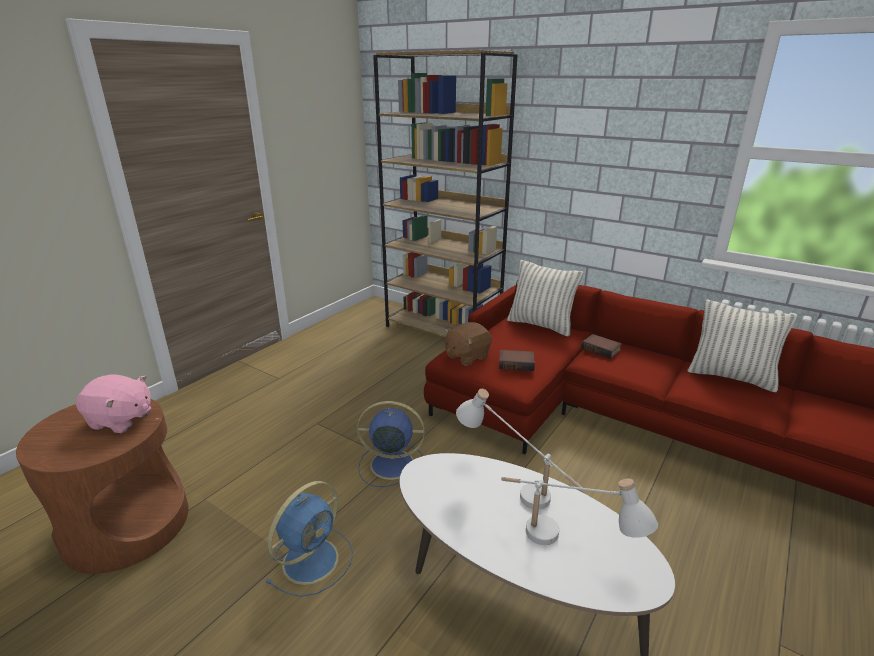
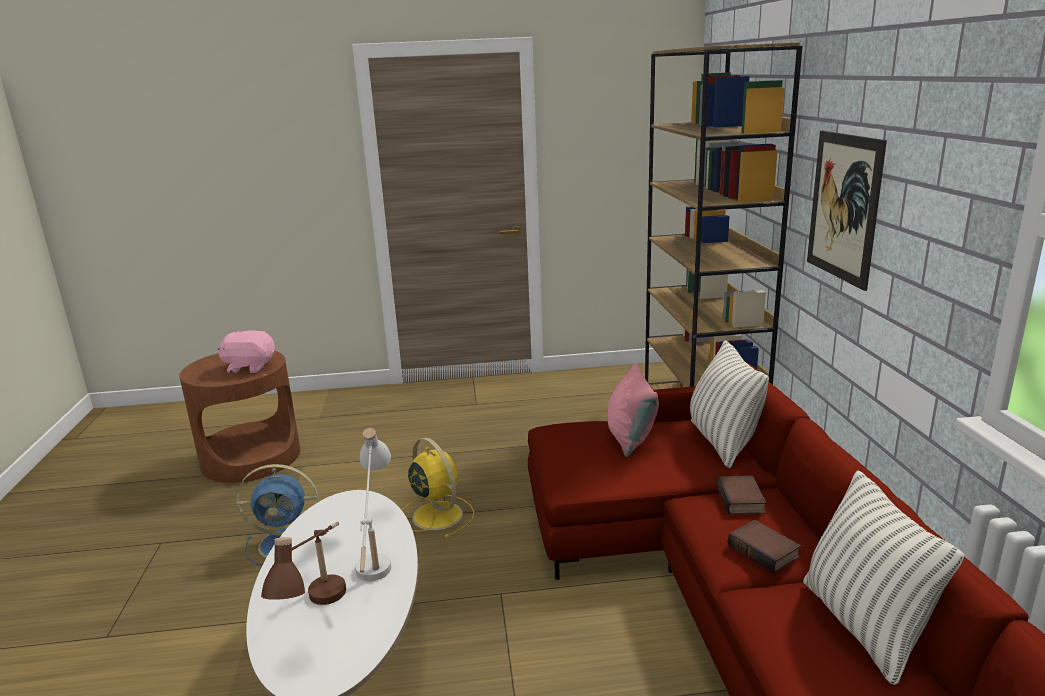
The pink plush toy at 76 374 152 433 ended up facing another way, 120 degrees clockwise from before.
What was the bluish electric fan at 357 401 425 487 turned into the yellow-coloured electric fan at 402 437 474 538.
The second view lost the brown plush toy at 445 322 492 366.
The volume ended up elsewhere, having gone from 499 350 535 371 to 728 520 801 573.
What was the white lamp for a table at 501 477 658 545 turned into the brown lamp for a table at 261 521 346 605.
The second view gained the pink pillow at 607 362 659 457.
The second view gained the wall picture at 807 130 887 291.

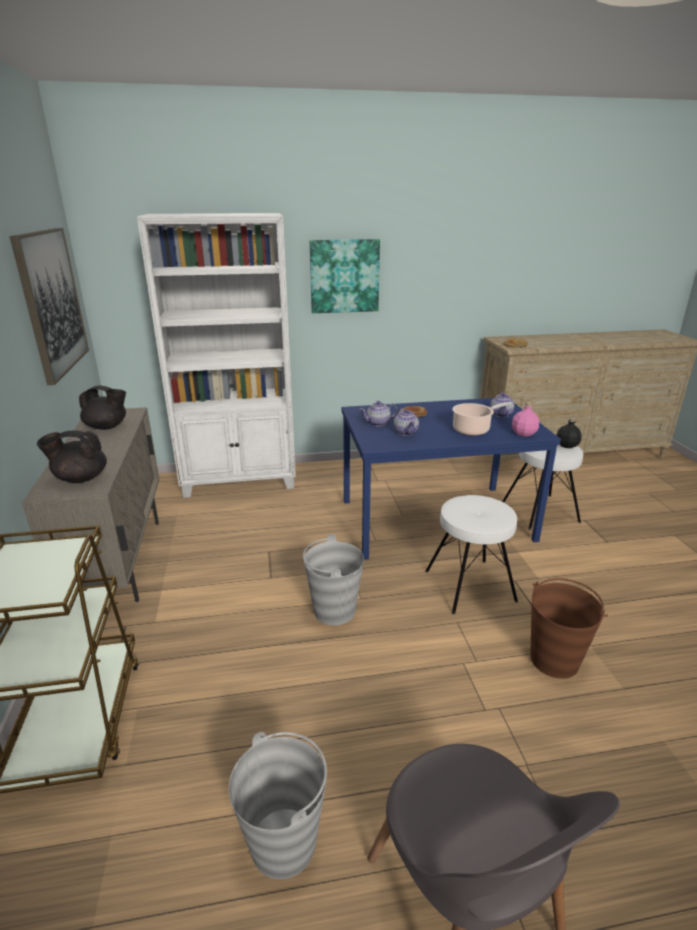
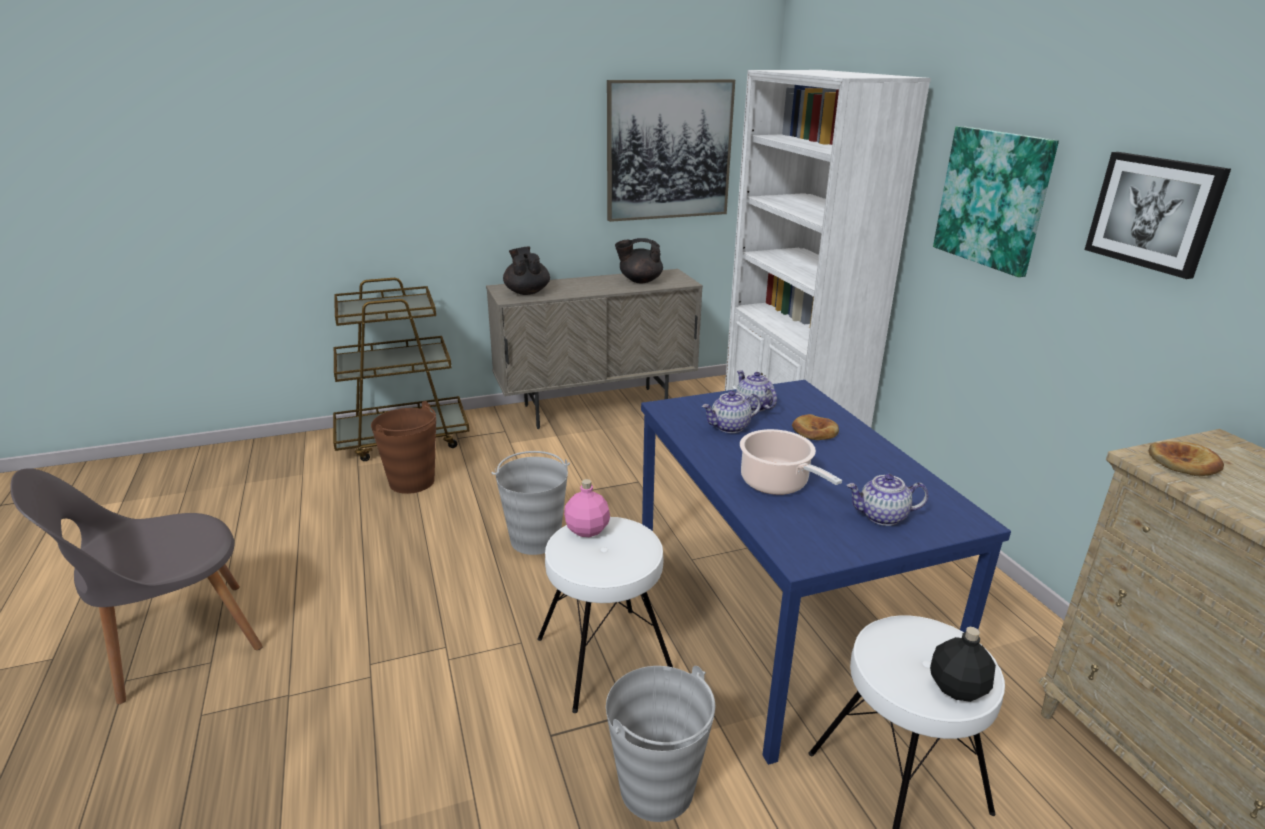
The black teapot at 79 385 126 430 ended up facing another way, 90 degrees clockwise from before.
The greyish water bucket ended up elsewhere, having gone from 229 732 327 880 to 606 666 715 822.
The pink bottle ended up elsewhere, having gone from 512 402 539 437 to 564 479 610 537.
The brown water bucket ended up elsewhere, having gone from 530 578 608 679 to 371 401 436 494.
The second view gained the wall picture at 1085 152 1231 279.

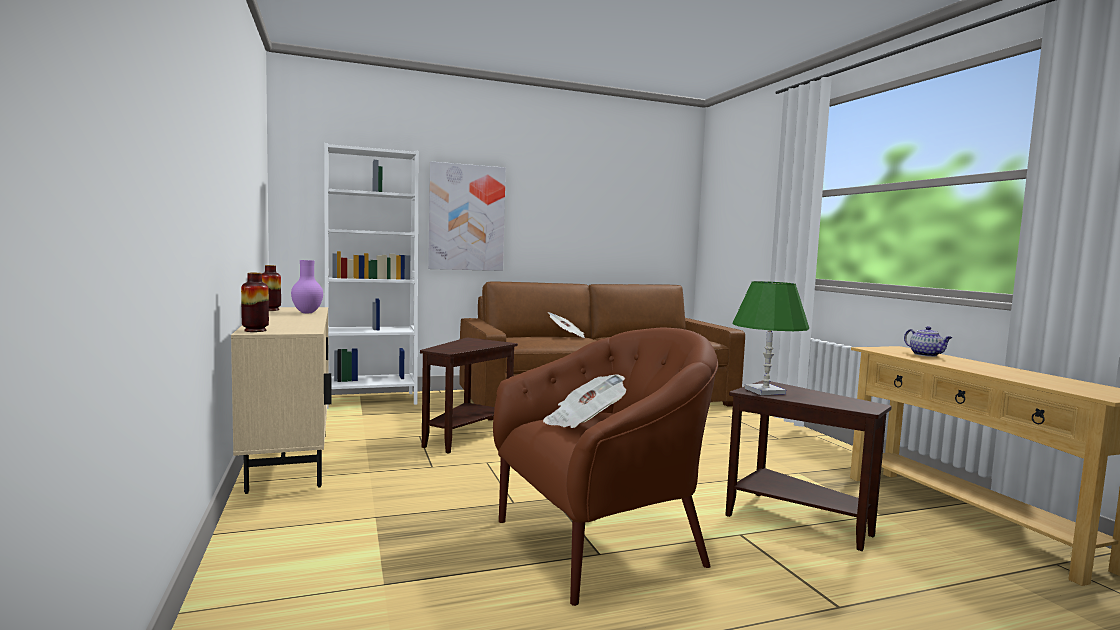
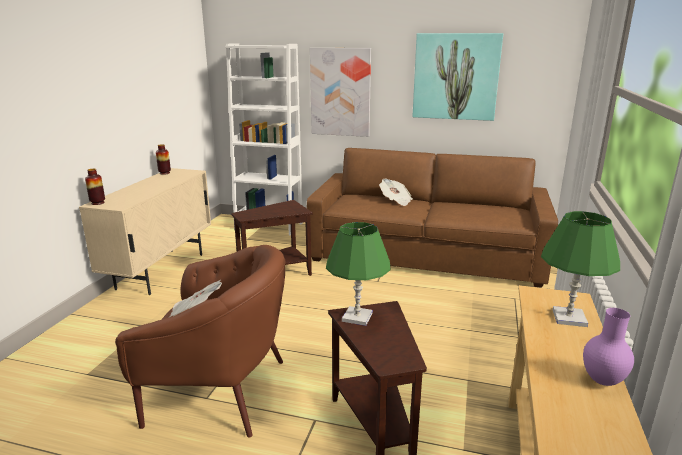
The purple vase ended up elsewhere, having gone from 291 260 323 313 to 583 308 634 386.
Where the teapot stood at 904 326 952 357, the green-coloured lamp for a table came to stand at 541 211 620 327.
The second view gained the wall picture at 413 33 503 121.

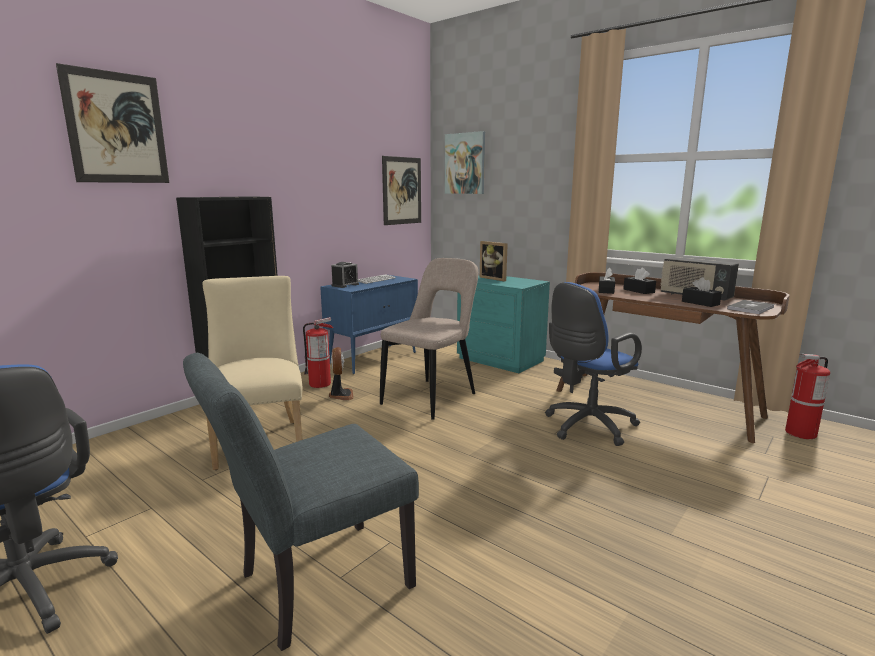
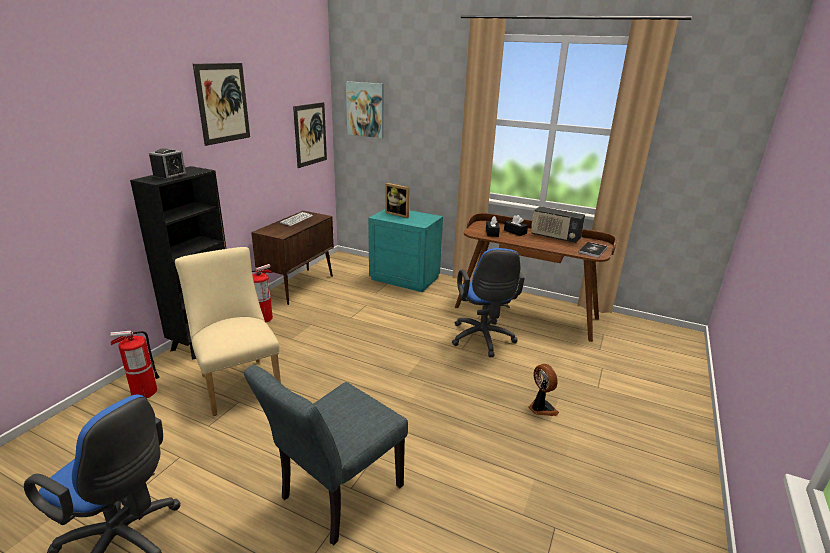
The wall picture ended up elsewhere, having gone from 56 63 169 183 to 193 63 250 146.
What was the bluish cabinet at 320 275 418 374 turned into the brown cabinet at 251 211 334 305.
The electric fan ended up elsewhere, having gone from 329 347 353 400 to 528 364 559 416.
The alarm clock ended up elsewhere, having gone from 331 262 359 288 to 149 148 187 181.
The second view lost the beige plain chair at 380 258 478 419.
The bluish computer chair at 545 282 642 446 ended up facing another way, 45 degrees counterclockwise from before.
The second view lost the black tissue holder at 682 277 722 307.
The fire-fighting cylinder ended up elsewhere, having gone from 785 354 830 439 to 110 331 160 398.

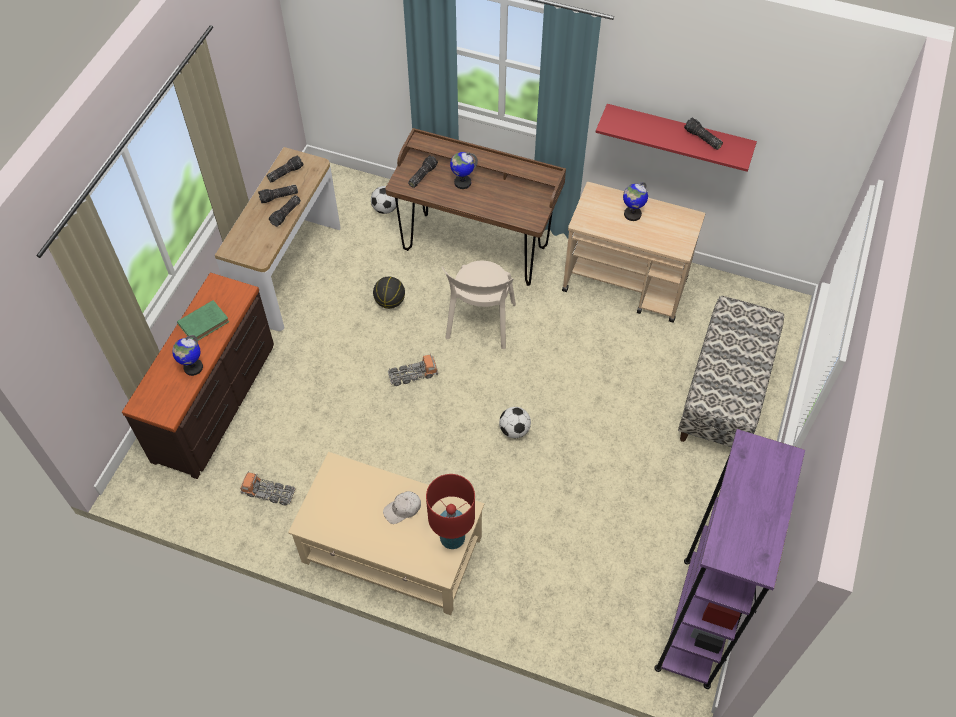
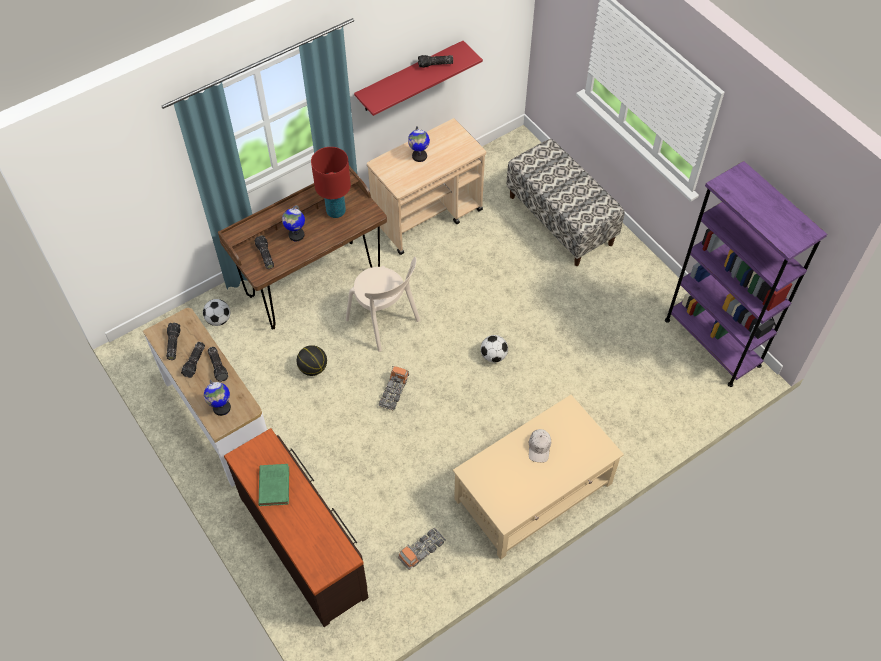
The desk globe ended up elsewhere, having gone from 172 335 203 376 to 204 379 231 416.
The reddish lamp for a table ended up elsewhere, having gone from 426 474 475 549 to 311 147 351 218.

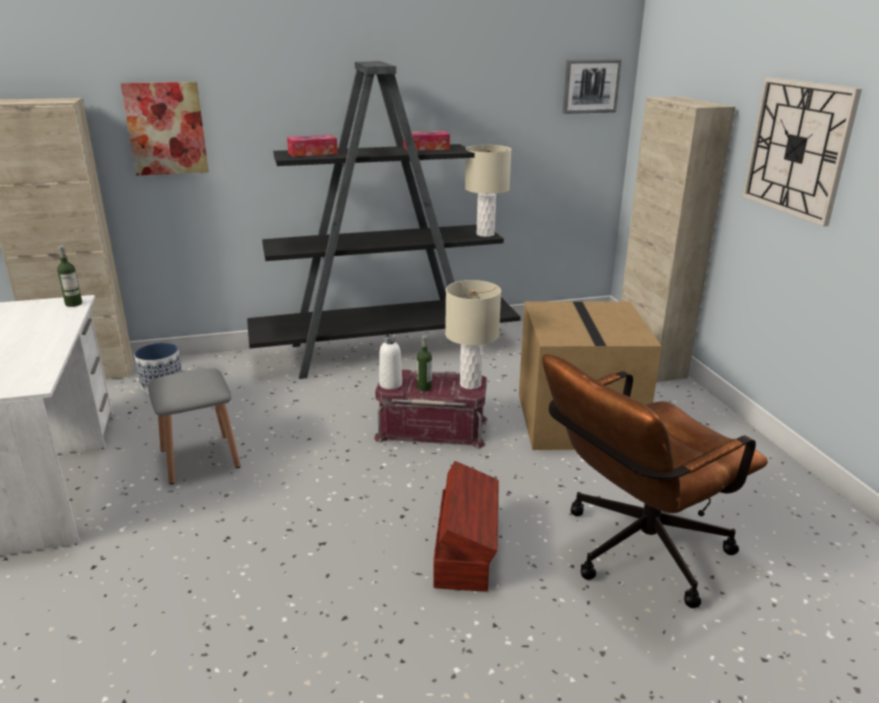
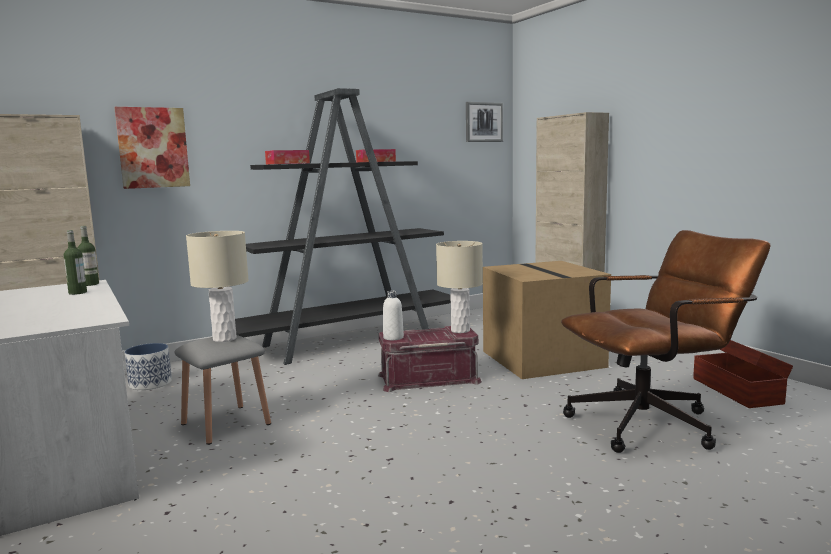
The bottle ended up elsewhere, having gone from 417 335 432 391 to 64 230 87 295.
The brown storage bin ended up elsewhere, having gone from 433 461 499 592 to 693 340 793 408.
The beige lamp for a table ended up elsewhere, having gone from 465 145 511 237 to 186 231 249 342.
The brown computer chair at 542 354 768 608 ended up facing another way, 150 degrees counterclockwise from before.
The second view lost the clock on the wall at 742 77 862 226.

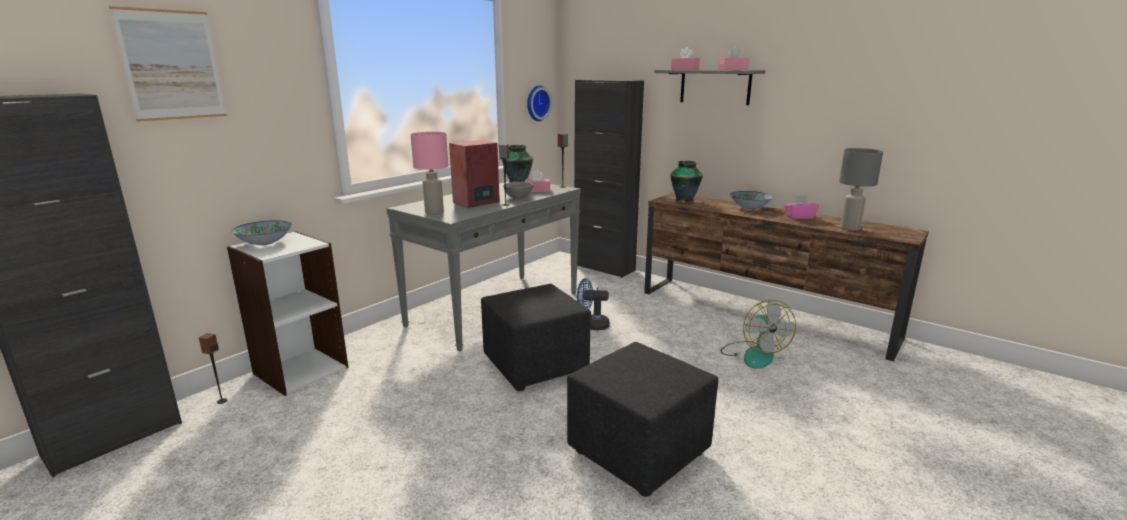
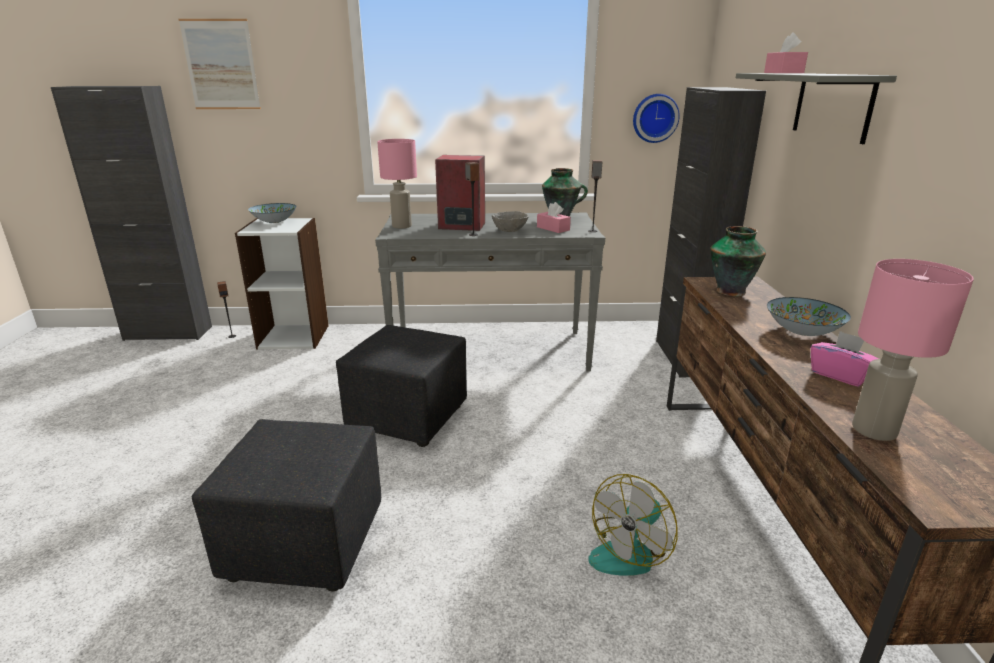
The second view lost the bluish electric fan at 577 278 610 330.
The second view lost the pink tissue holder at 718 46 750 70.
What was the greyish lamp for a table at 839 148 883 231 turned into the pink lamp for a table at 852 259 974 441.

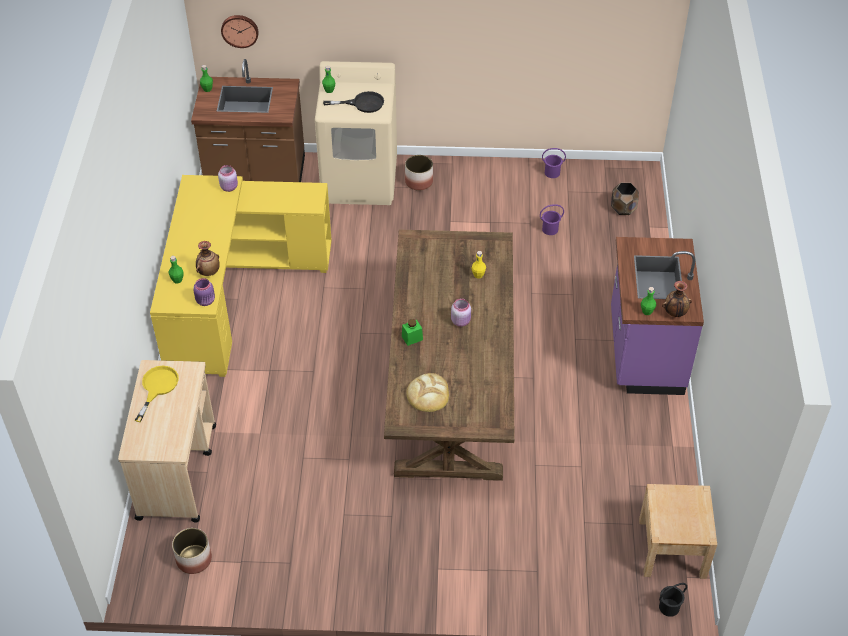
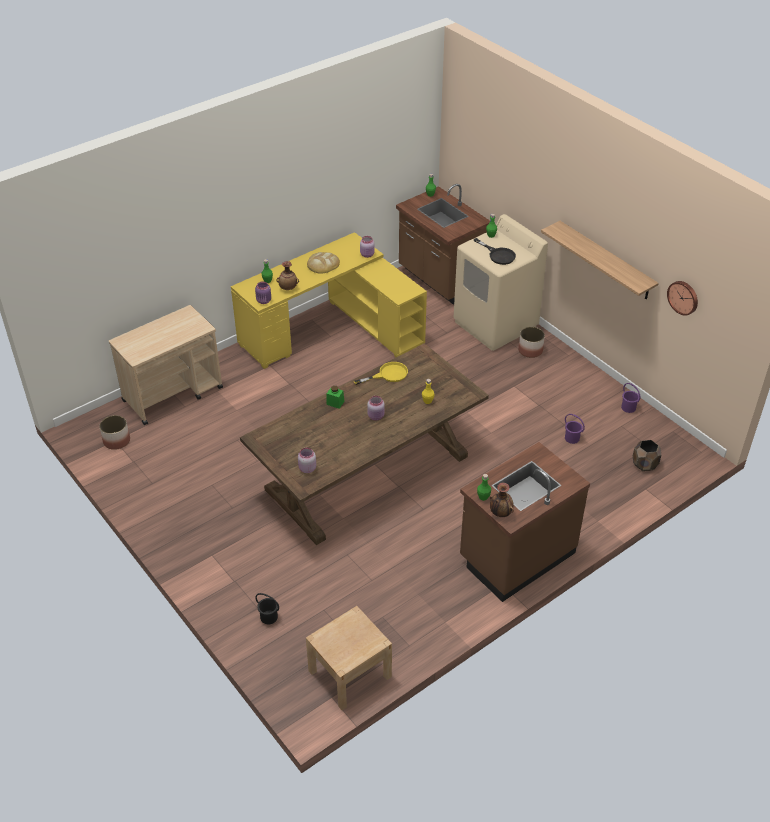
The yellow-coloured frying pan ended up elsewhere, having gone from 135 366 179 422 to 354 362 408 385.
The clock on the wall ended up elsewhere, having gone from 221 15 259 48 to 667 281 698 316.
The bakery bread ended up elsewhere, having gone from 406 373 449 412 to 307 252 340 274.
What was the purple counter at 611 237 704 395 turned into the brown counter at 460 442 590 602.
The black water bucket ended up elsewhere, having gone from 659 583 687 617 to 255 593 279 624.
The second view gained the pink preserve jar at 298 448 316 473.
The second view gained the shelf at 541 221 659 299.

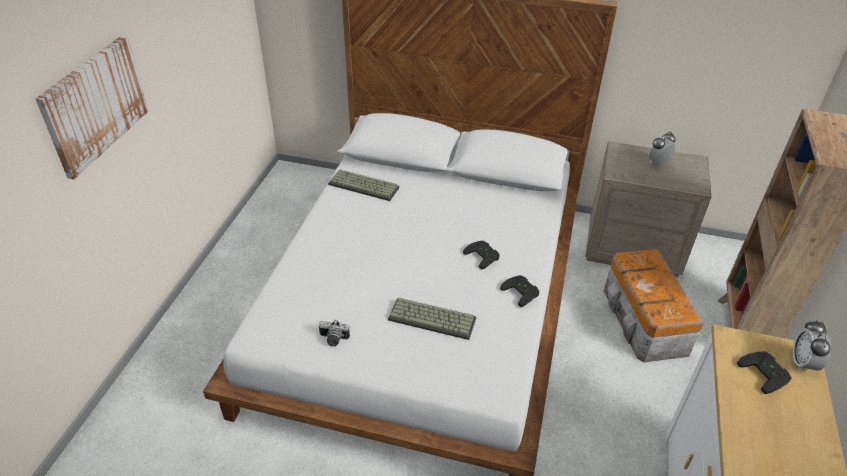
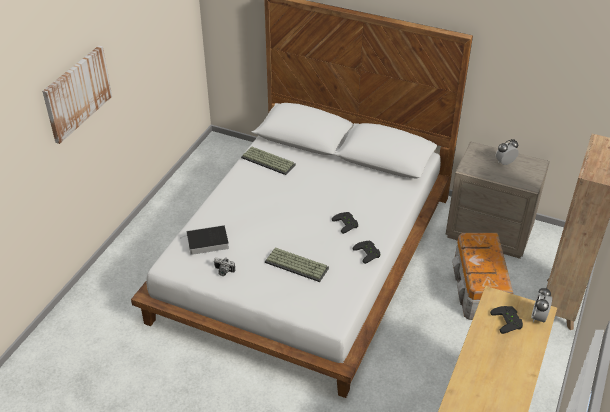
The second view gained the volume at 181 225 229 255.

